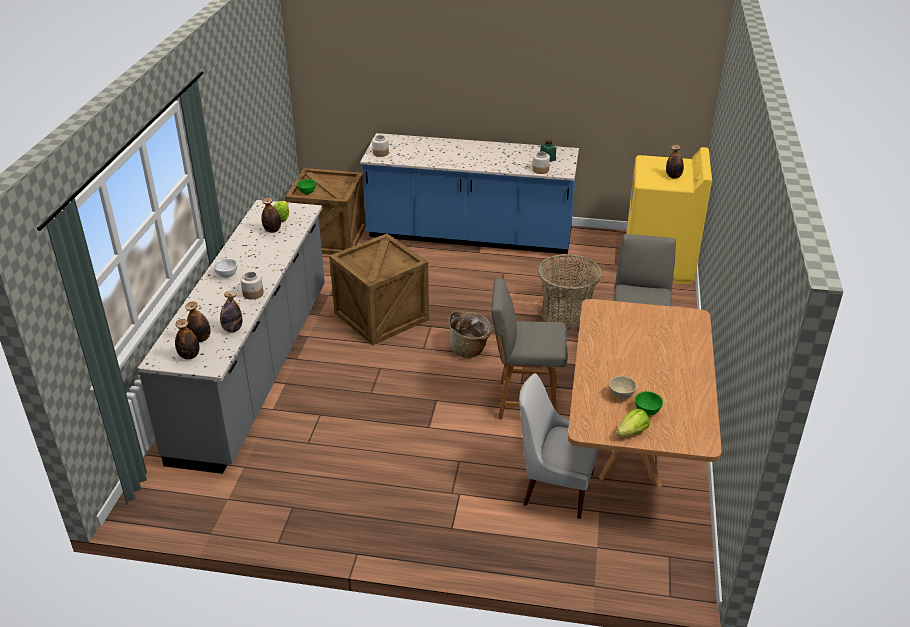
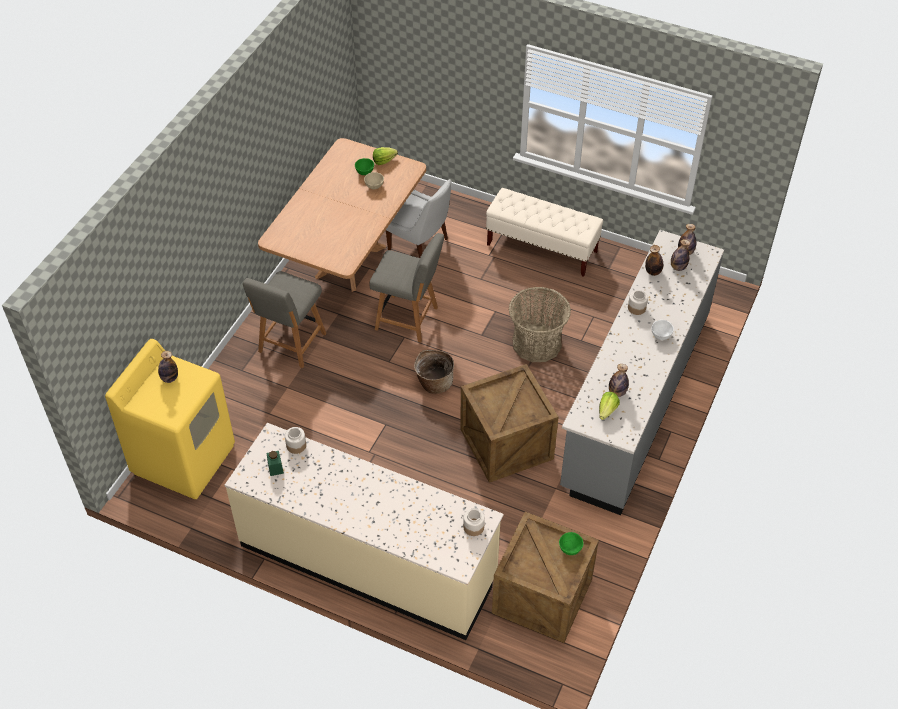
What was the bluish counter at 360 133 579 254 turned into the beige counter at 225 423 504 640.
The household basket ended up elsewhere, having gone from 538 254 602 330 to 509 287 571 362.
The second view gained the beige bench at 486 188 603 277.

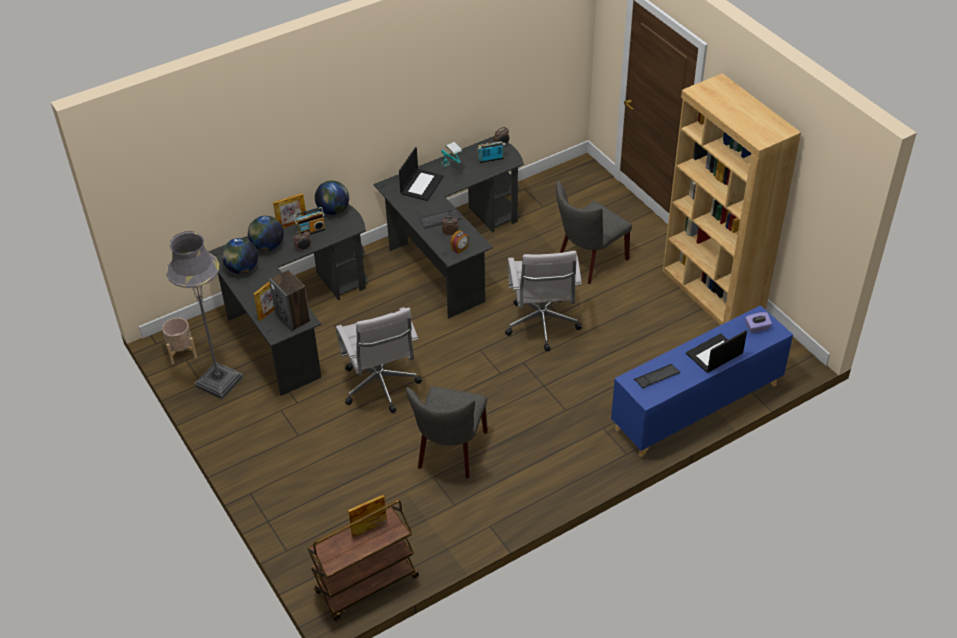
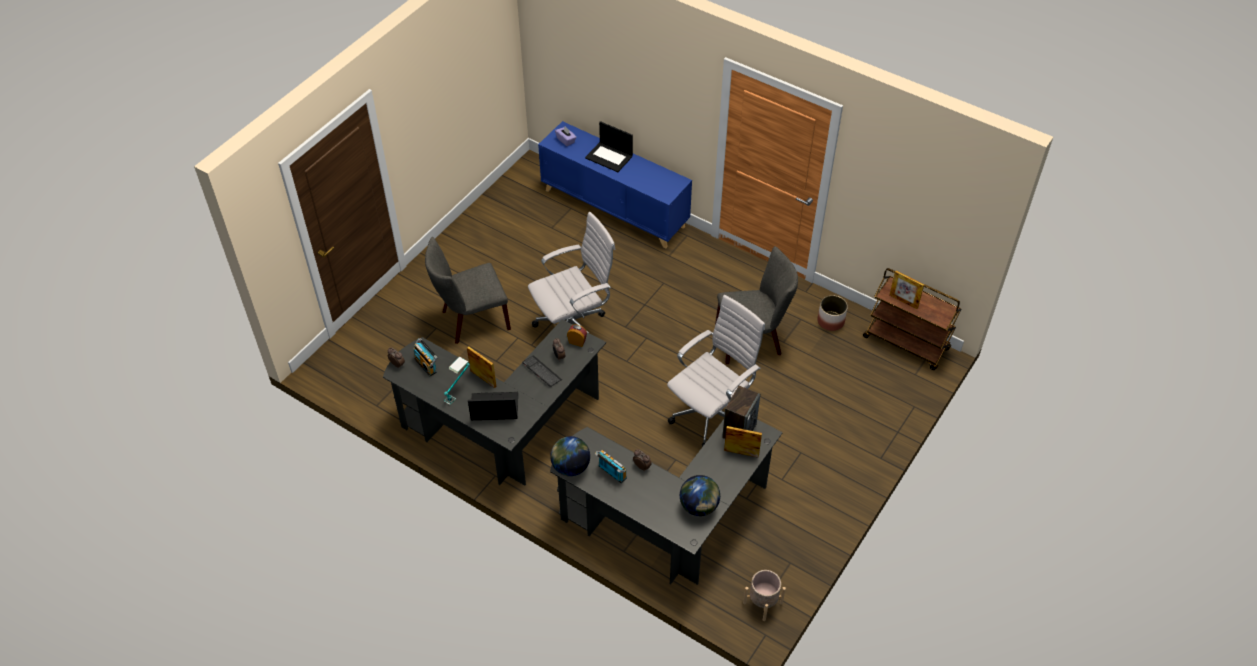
The second view lost the greyish standard lamp at 166 231 243 400.
The second view lost the desk globe at 248 216 284 251.
The standing frame ended up elsewhere, having gone from 273 193 306 228 to 467 346 496 388.
The greyish plain chair at 556 181 632 284 ended up facing another way, 135 degrees clockwise from before.
The second view lost the keyboard at 634 364 680 388.
The second view lost the brown shelving unit at 663 73 801 325.
The second view gained the planter at 817 295 848 331.

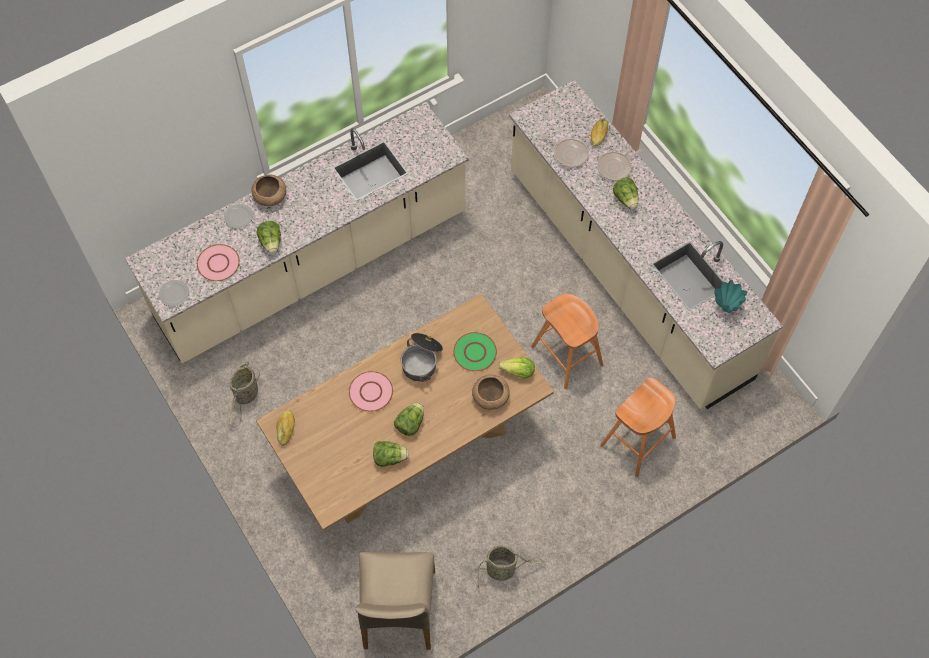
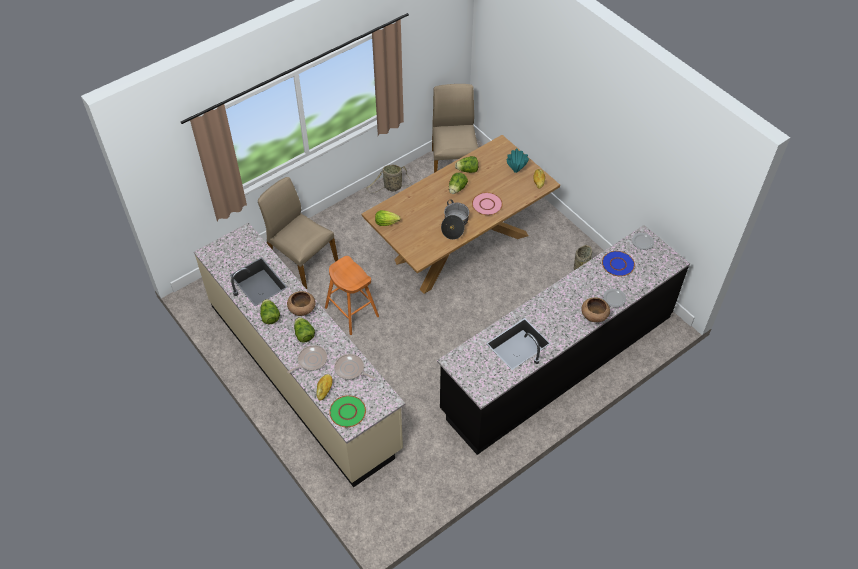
What was the beige counter at 125 103 469 363 turned into the black counter at 437 225 690 455.
What was the pink plate at 197 244 240 281 turned into the bluish plate at 602 251 635 276.
The lettuce head ended up elsewhere, having gone from 256 221 281 254 to 260 299 280 324.
The green-coloured plate ended up elsewhere, having gone from 453 332 497 371 to 329 395 366 427.
The brown deep dish ended up elsewhere, having gone from 472 375 510 410 to 287 291 316 316.
Where the orange sitting stool stood at 600 377 676 477, the beige plain chair came to stand at 258 177 338 289.
The turquoise-coloured vase ended up elsewhere, having gone from 714 280 748 313 to 507 148 529 173.

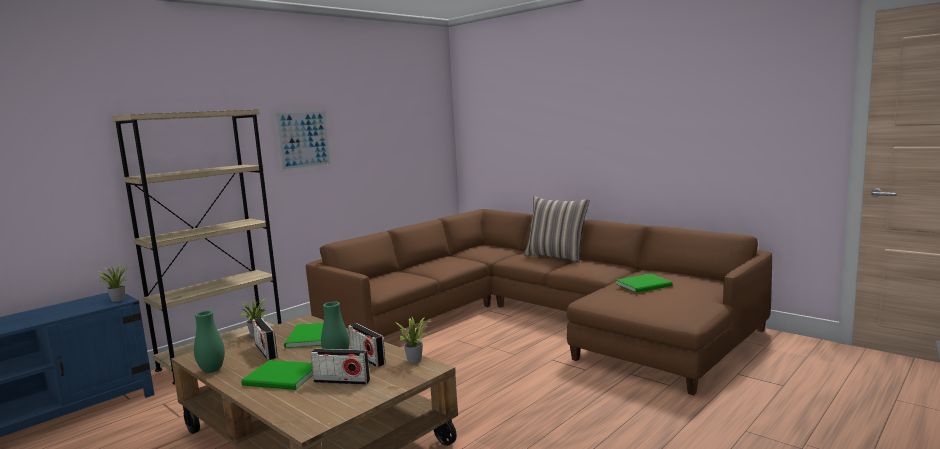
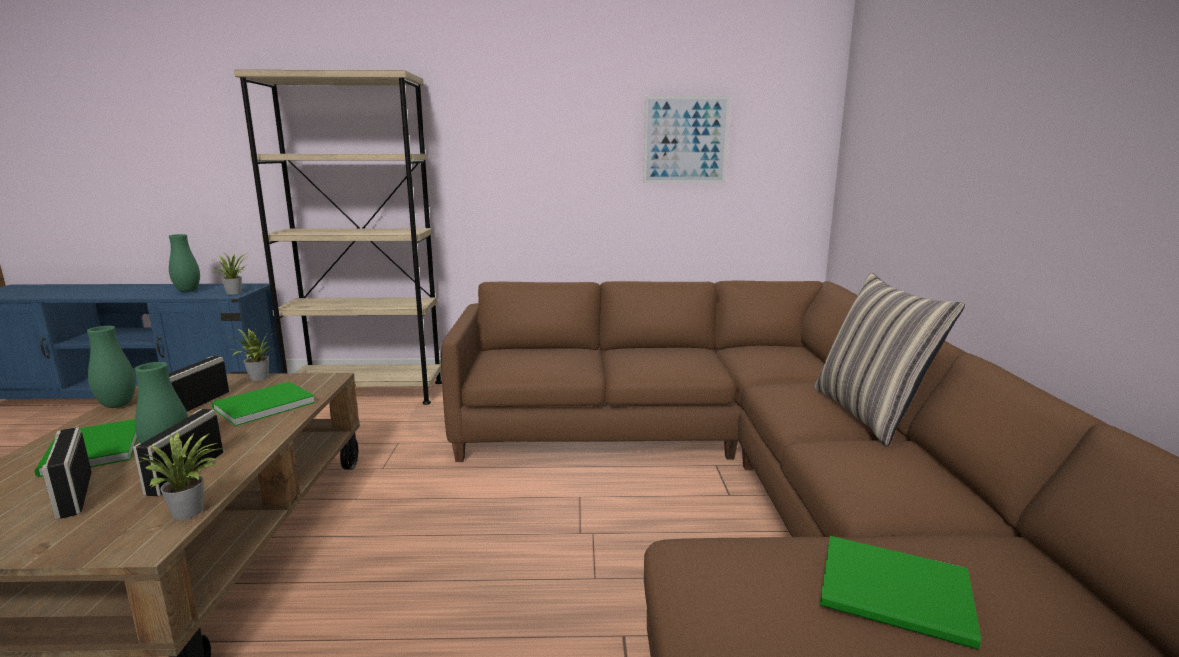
The wall picture ended up elsewhere, having gone from 275 110 332 171 to 643 96 730 183.
The second view gained the green-coloured vase at 169 234 200 292.

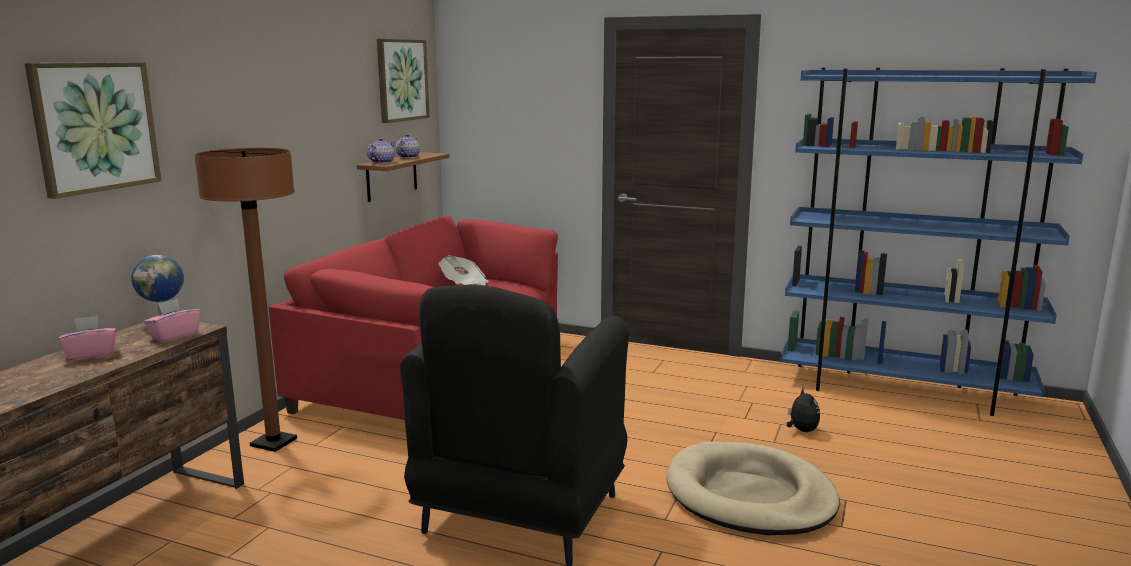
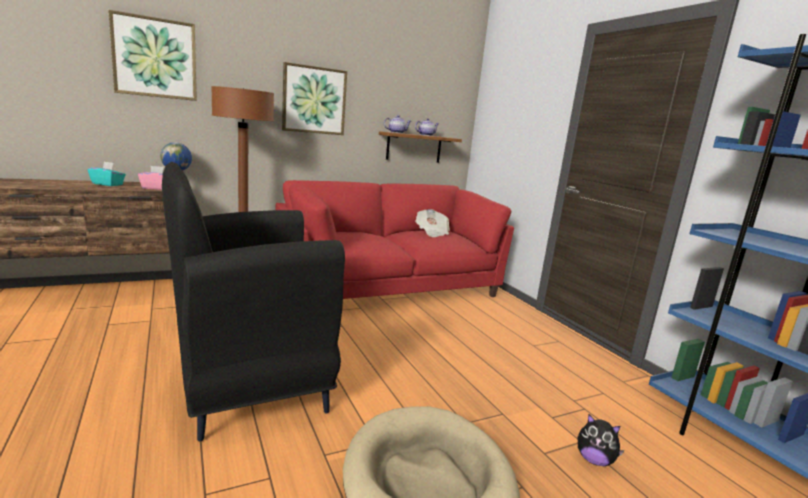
What was the pink tissue holder at 58 316 116 361 turned into the turquoise-coloured tissue holder at 88 161 126 186.
The wall picture ended up elsewhere, having gone from 377 39 430 123 to 282 62 347 135.
The plush toy at 787 388 820 432 ended up facing another way, 90 degrees clockwise from before.

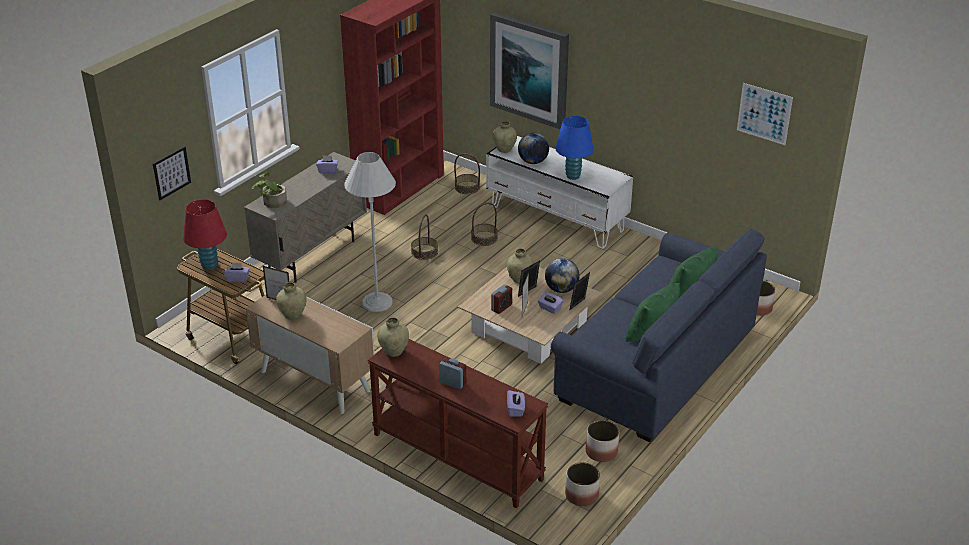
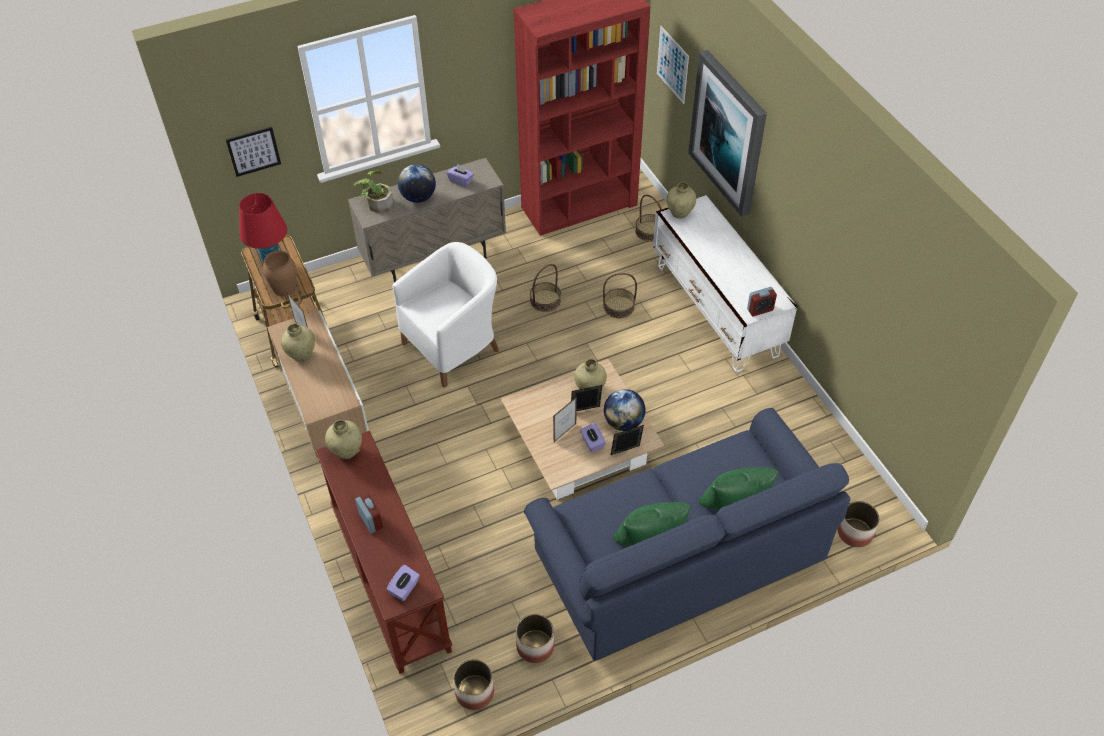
Where the purple tissue holder stood at 224 262 250 282, the brown vase came to stand at 263 251 297 296.
Where the white standard lamp stood at 344 152 396 312, the white lounge chair came to stand at 392 242 499 388.
The alarm clock ended up elsewhere, having gone from 491 284 512 314 to 747 287 777 316.
The desk globe ended up elsewhere, having gone from 518 133 549 164 to 398 164 436 203.
The second view lost the bluish lamp for a table at 555 116 594 180.
The wall picture ended up elsewhere, having gone from 737 83 793 145 to 657 26 689 104.

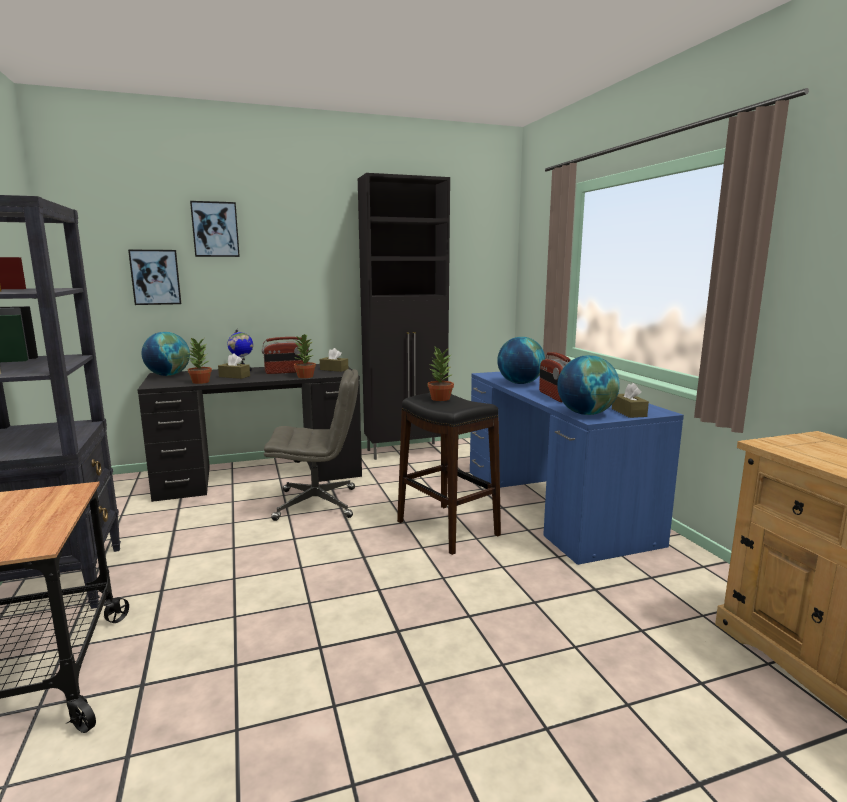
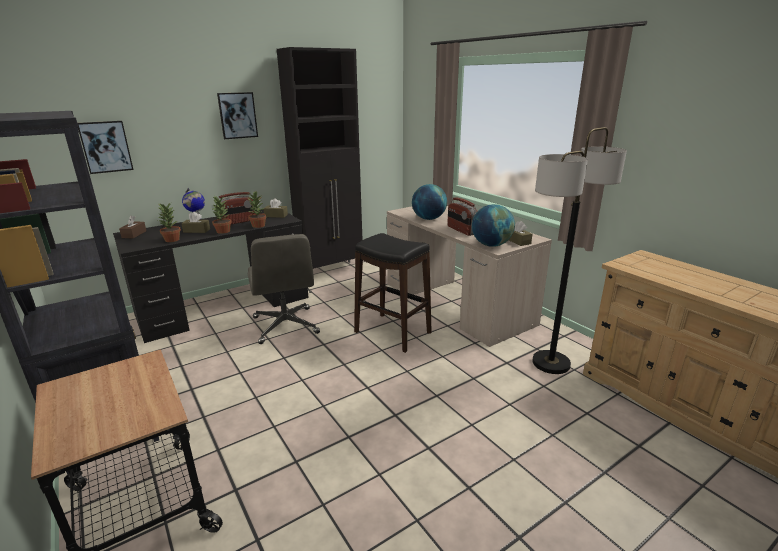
Where the desk globe stood at 142 332 190 376, the brown tissue holder came to stand at 119 215 146 238.
The wall picture ended up elsewhere, having gone from 190 201 240 257 to 217 92 258 139.
The greyish computer chair at 264 369 359 521 ended up facing another way, 90 degrees clockwise from before.
The houseplant ended up elsewhere, having gone from 428 347 454 401 to 212 196 232 234.
What was the bluish desk table at 470 372 684 565 turned into the beige desk table at 387 206 552 347.
The second view gained the standard lamp at 532 127 627 374.

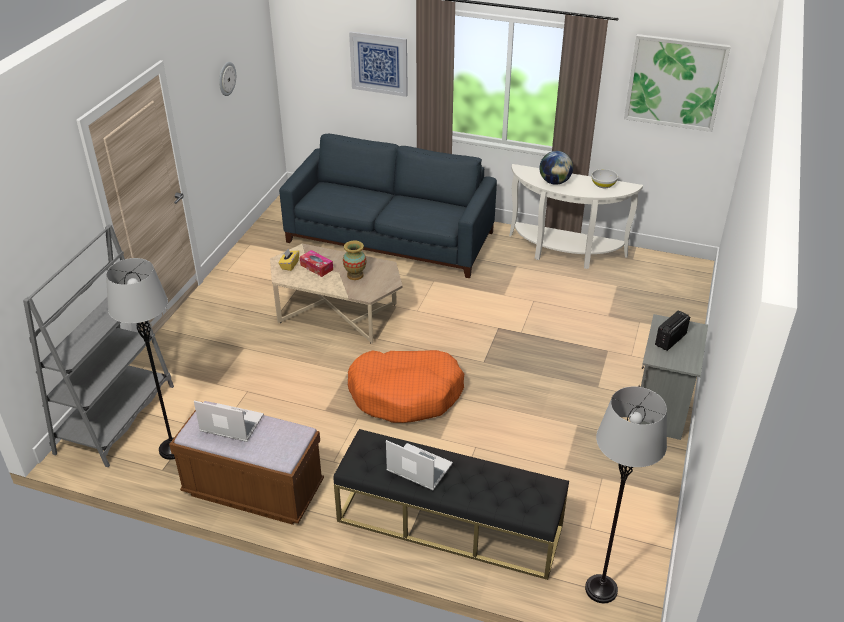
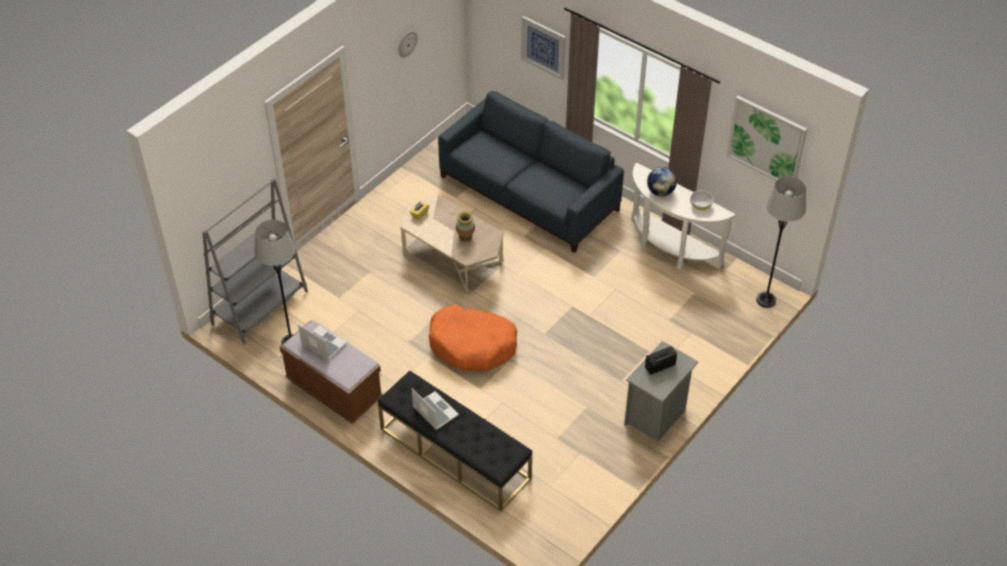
The second view lost the tissue holder at 300 250 333 277.
The greyish standard lamp ended up elsewhere, having gone from 585 386 667 604 to 756 176 806 308.

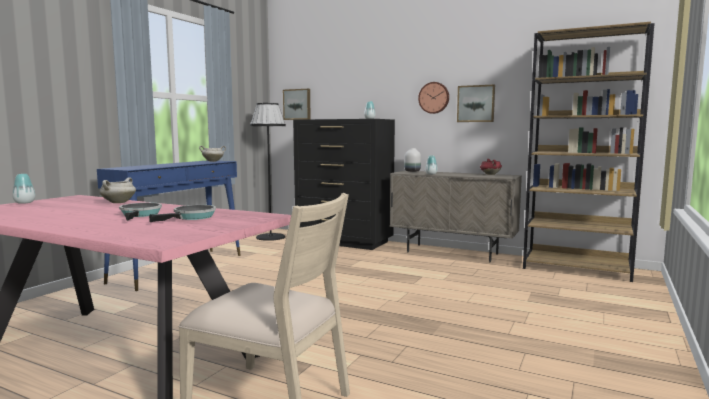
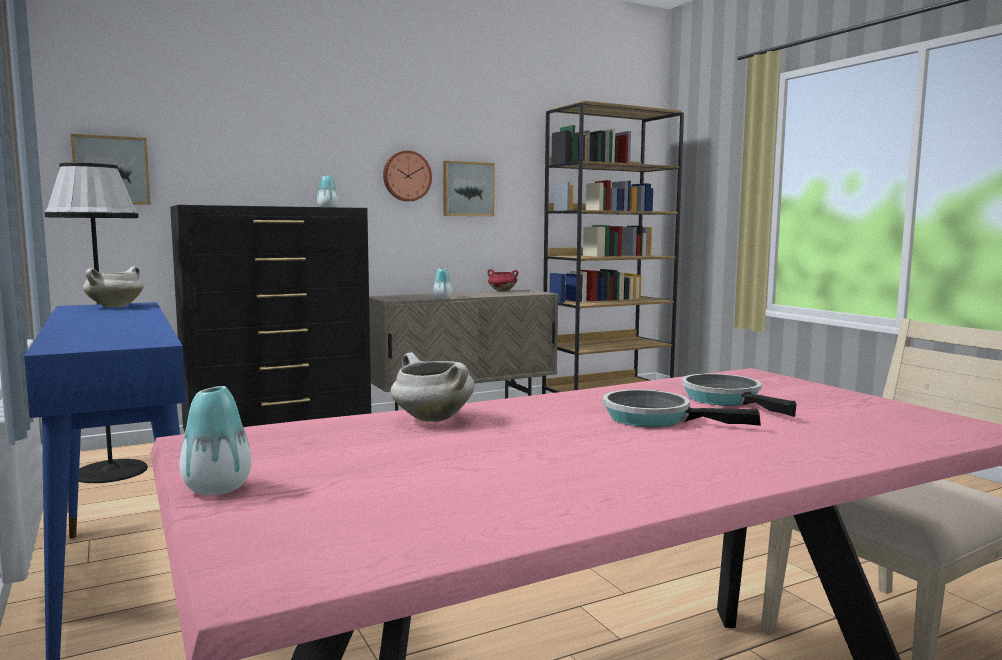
The second view lost the white vase at 404 148 421 172.

